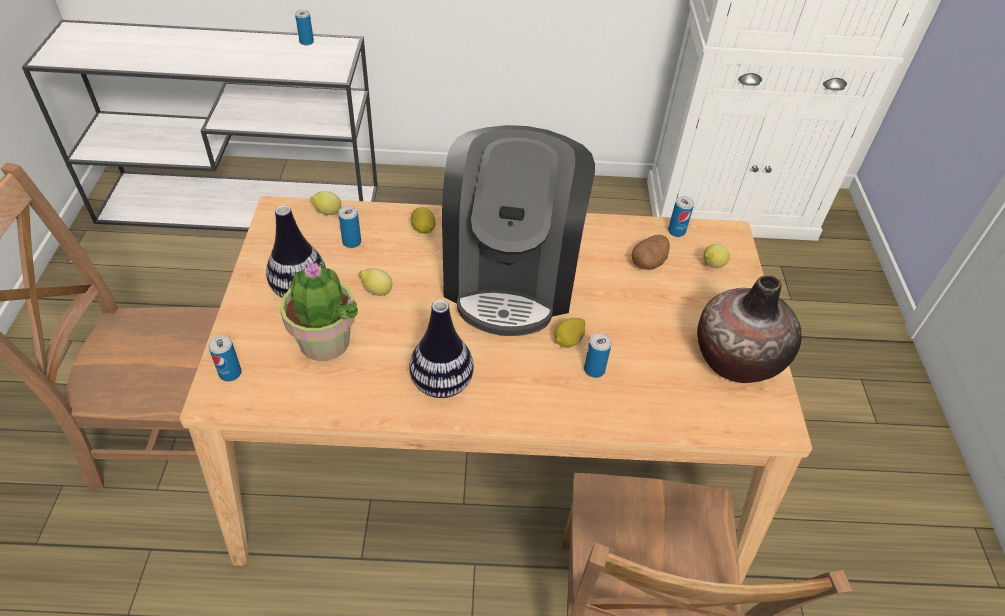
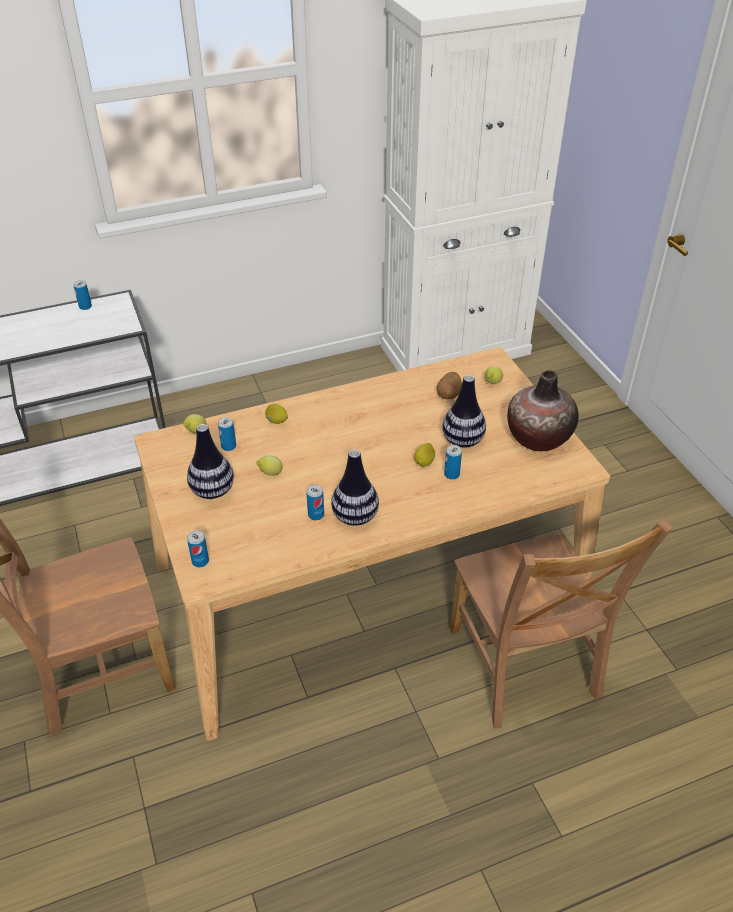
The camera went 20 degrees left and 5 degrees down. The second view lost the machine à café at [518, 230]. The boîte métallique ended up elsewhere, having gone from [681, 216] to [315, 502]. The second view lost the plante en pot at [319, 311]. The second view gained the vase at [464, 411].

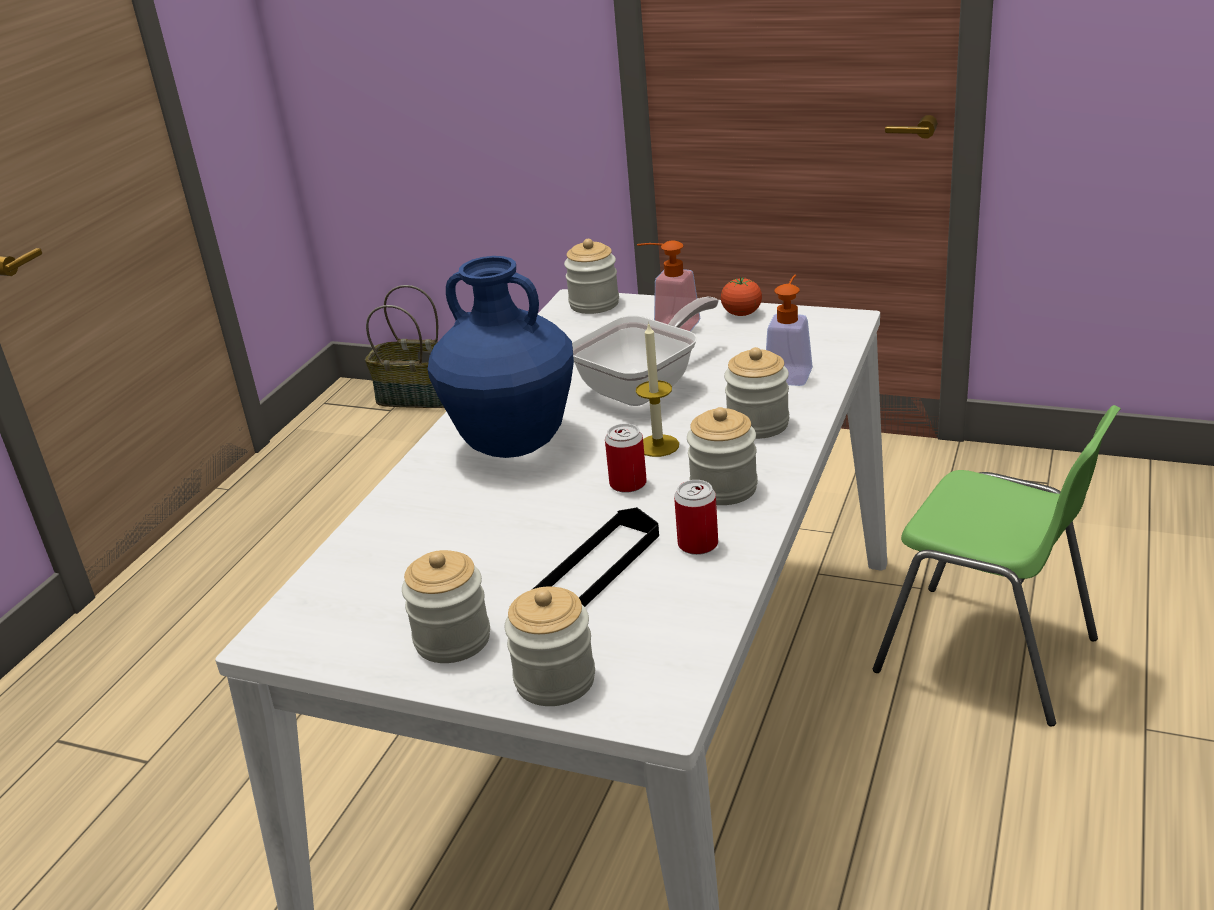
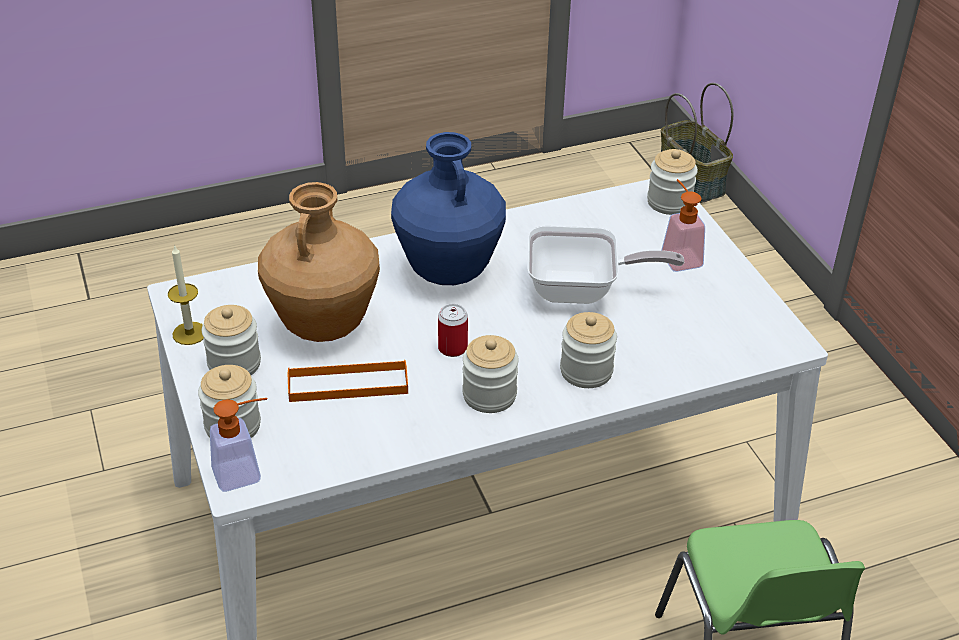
The camera went 45 degrees right and 10 degrees up. The distributeur de savon ended up elsewhere, having gone from [789, 330] to [238, 445]. The second view lost the tomate at [741, 296]. The bougie ended up elsewhere, having gone from [657, 389] to [186, 294]. The second view lost the boîte métallique at [696, 517]. What was the plateau/noir at [596, 557] turned into the plateau/orange at [348, 381]. The second view gained the vase/marron at [319, 262].

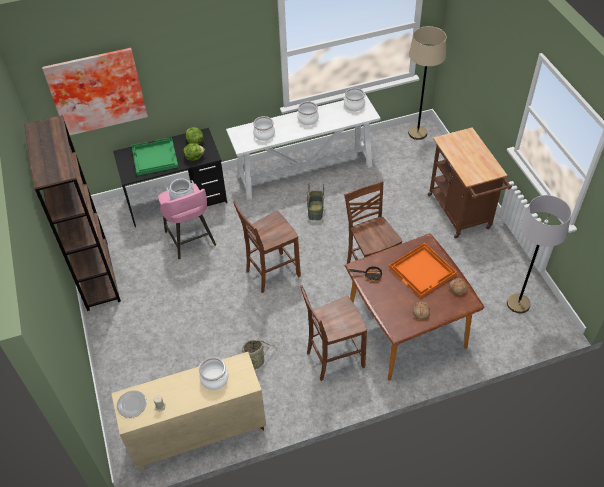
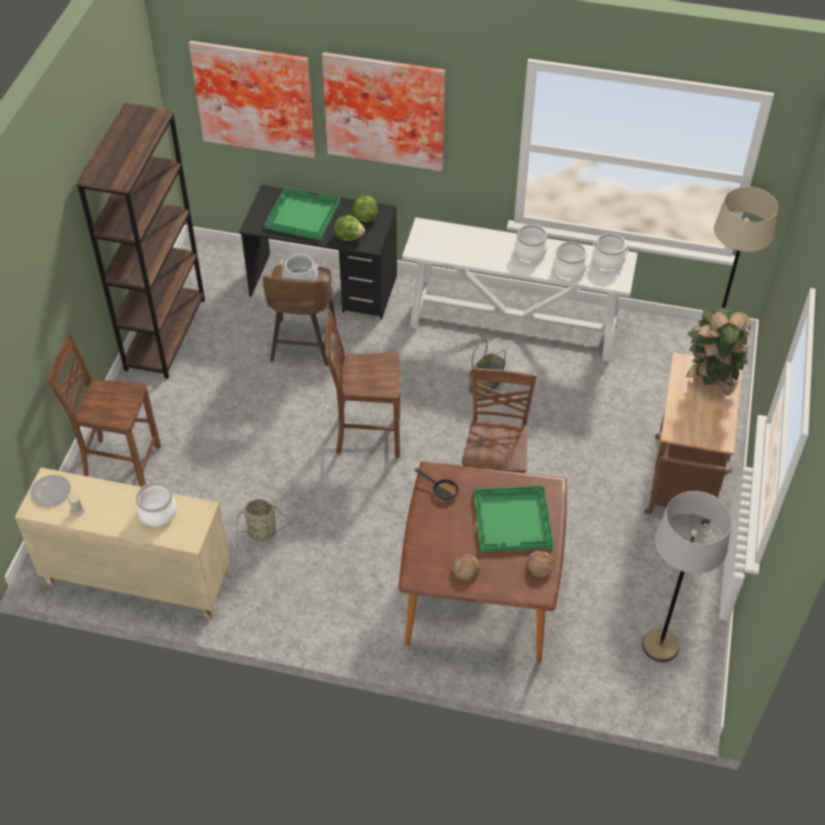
The camera went 30 degrees right and 0 degrees up. The marmite ended up elsewhere, having gone from [264, 128] to [570, 260]. What was the tabouret/rose at [187, 221] turned into the tabouret/marron at [300, 315]. What was the plateau/orange at [423, 270] turned into the plateau/vert at [513, 518]. The chaise/marron ended up elsewhere, having gone from [333, 333] to [104, 410]. The second view gained the tableau at [383, 111]. The second view gained the plante en pot at [718, 351].

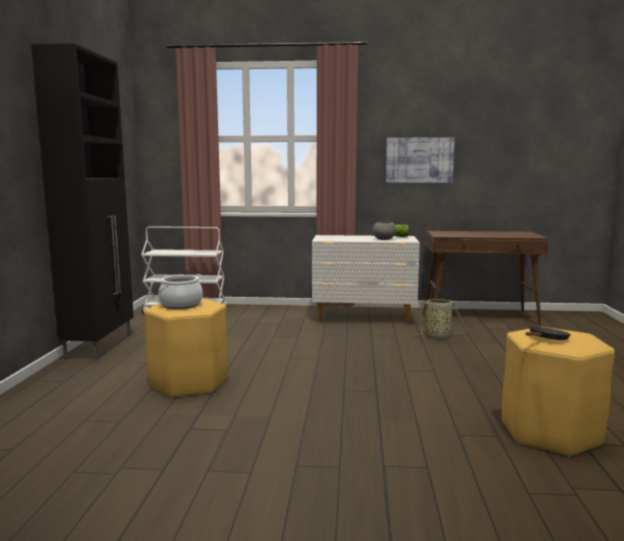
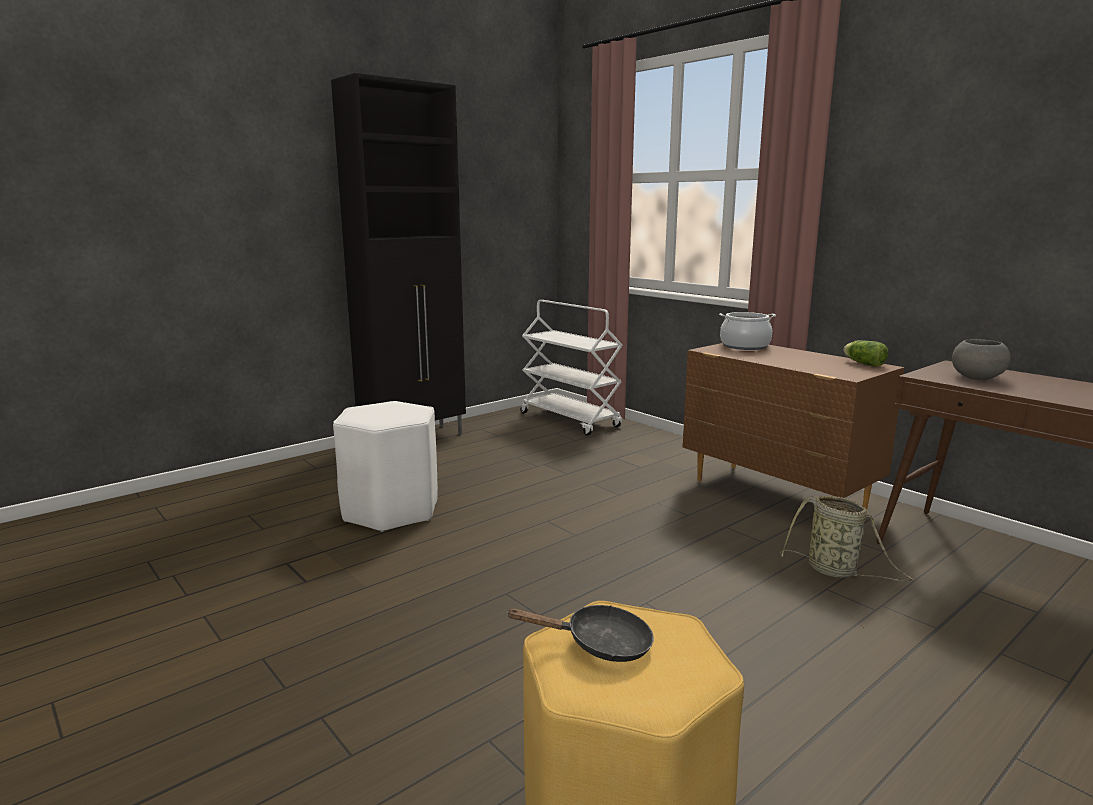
The camera went 45 degrees right and 5 degrees up. The second view lost the tableau at [420, 160]. The bol/gris ended up elsewhere, having gone from [384, 231] to [981, 359]. What was the commode/blanc at [366, 279] turned into the commode/marron at [793, 426]. The marmite ended up elsewhere, having gone from [180, 291] to [747, 331]. What was the tabouret/jaune at [186, 348] turned into the tabouret/blanc at [385, 466].

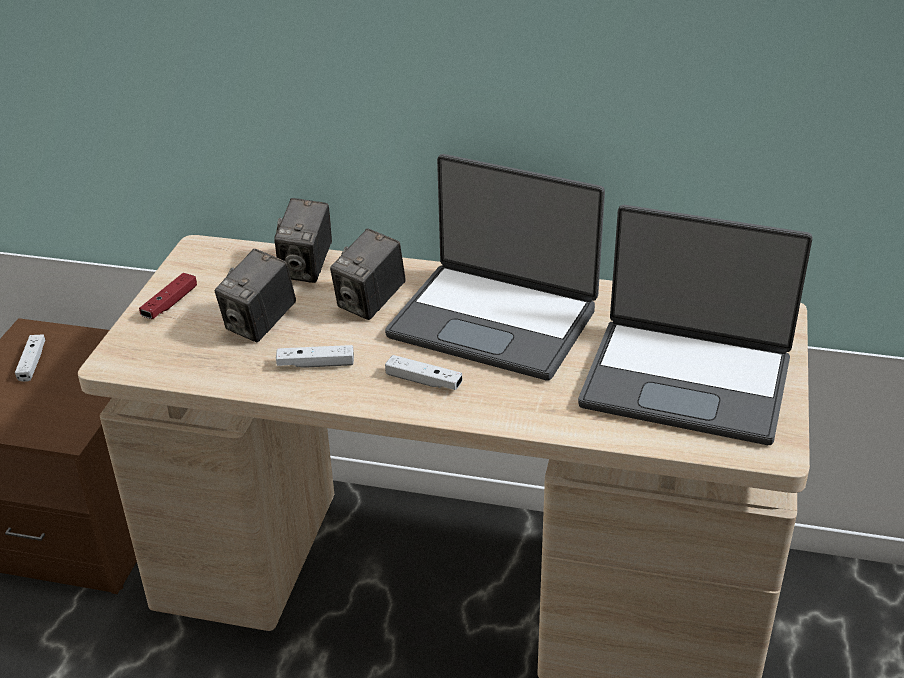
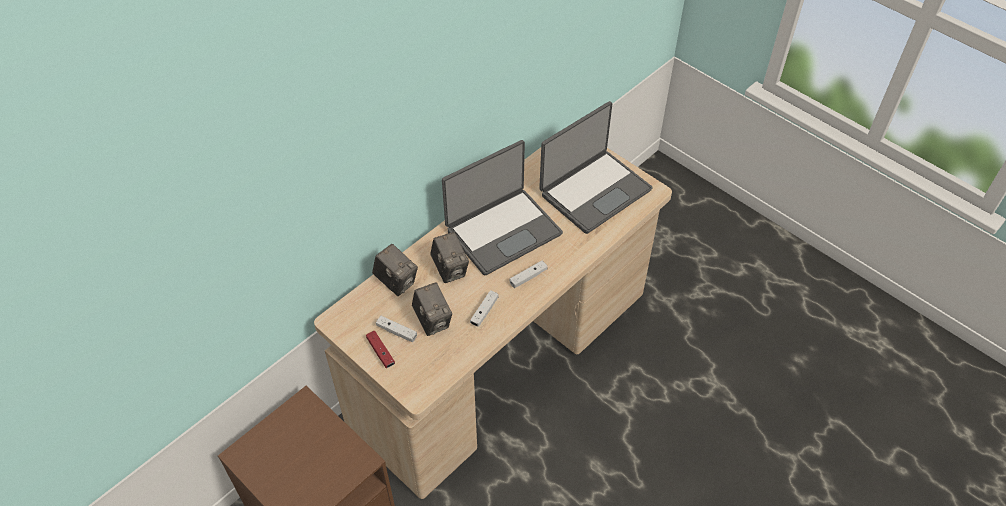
The camera went 60 degrees left and 15 degrees up. The manette/blanc ended up elsewhere, having gone from [30, 358] to [396, 329].

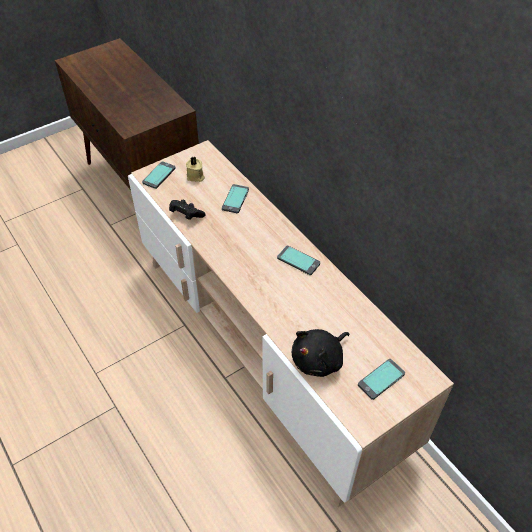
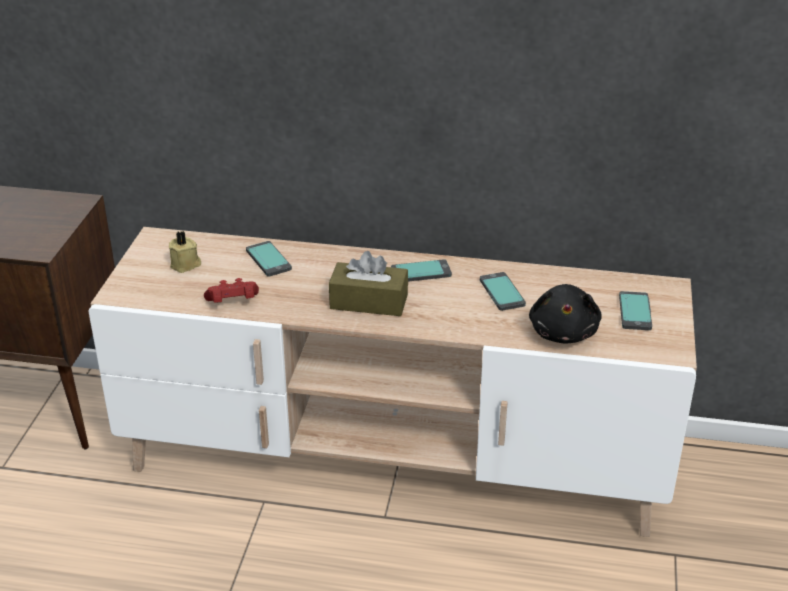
The camera went 45 degrees left and 15 degrees down. The téléphone ended up elsewhere, having gone from [159, 175] to [503, 291]. What was the manette/noir at [187, 210] turned into the manette/rouge at [231, 290]. The second view gained the boîte à mouchoirs/marron at [368, 283].

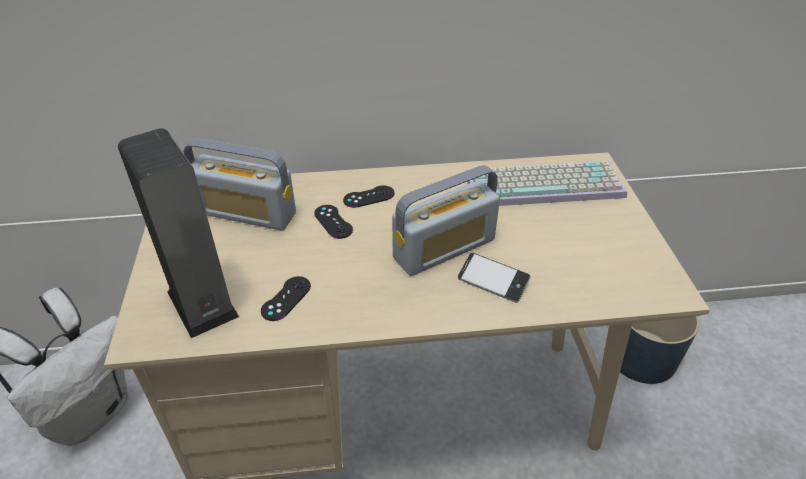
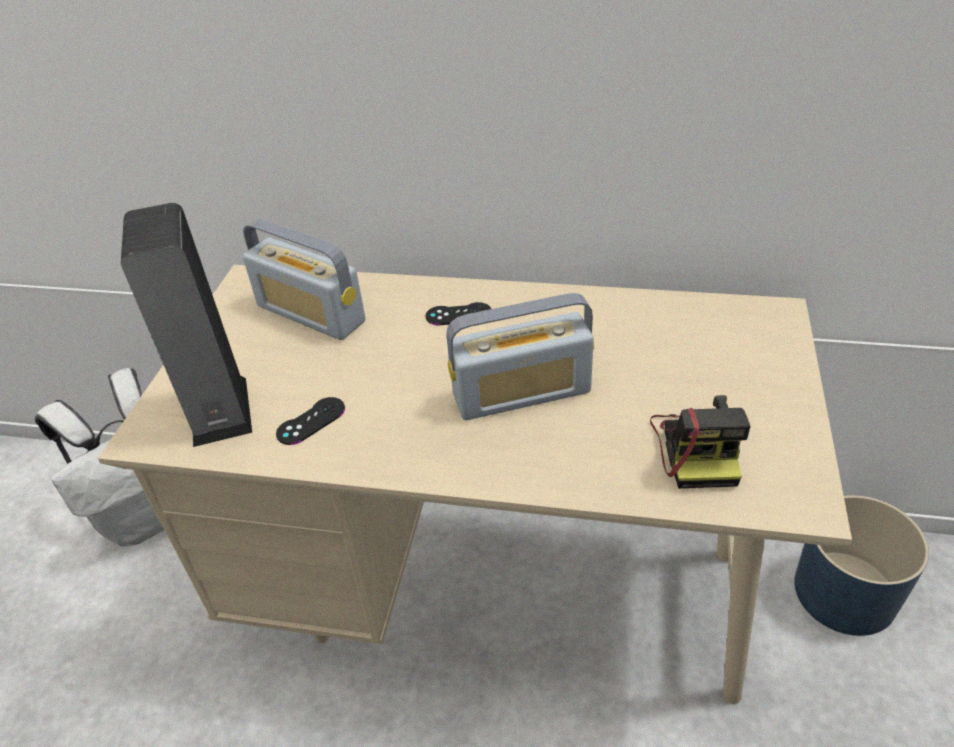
The camera went 20 degrees right and 0 degrees up. The second view lost the clavier at [546, 183]. The second view lost the manette/noir at [333, 222]. The second view lost the téléphone at [494, 277]. The second view gained the appareil photo at [700, 441].

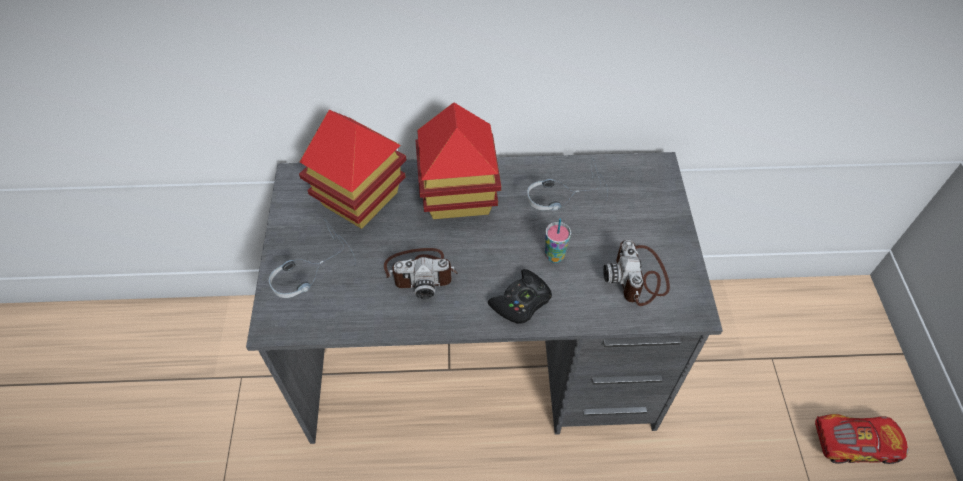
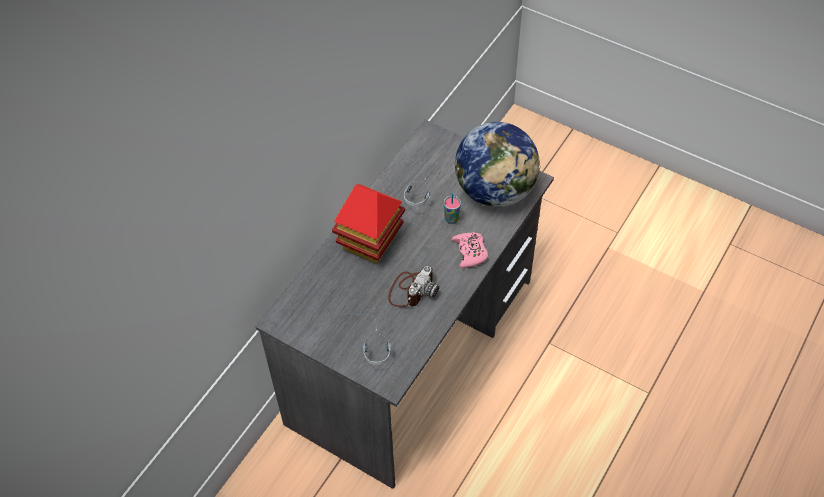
The camera went 55 degrees left and 0 degrees up. The second view lost the maison miniature at [353, 169]. Where the appareil photo stood at [636, 273], the globe came to stand at [498, 164]. What was the manette/noir at [520, 296] turned into the manette/rose at [469, 250]. The second view lost the petite voiture at [861, 439].

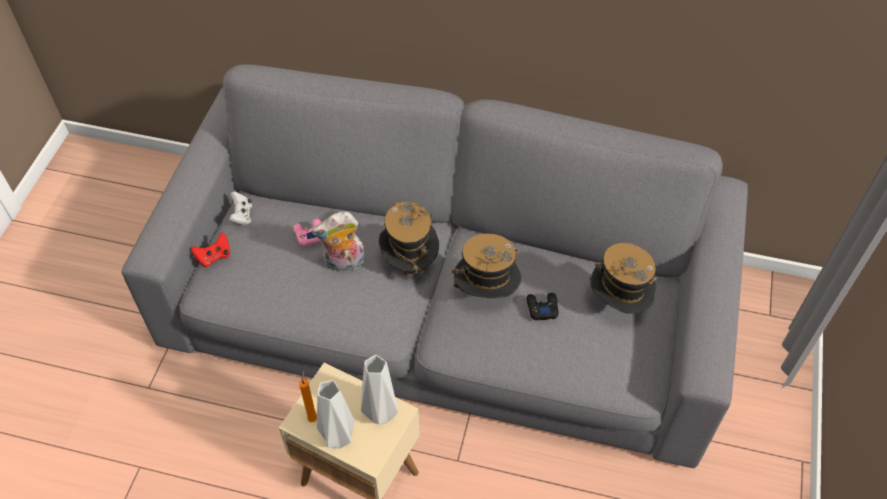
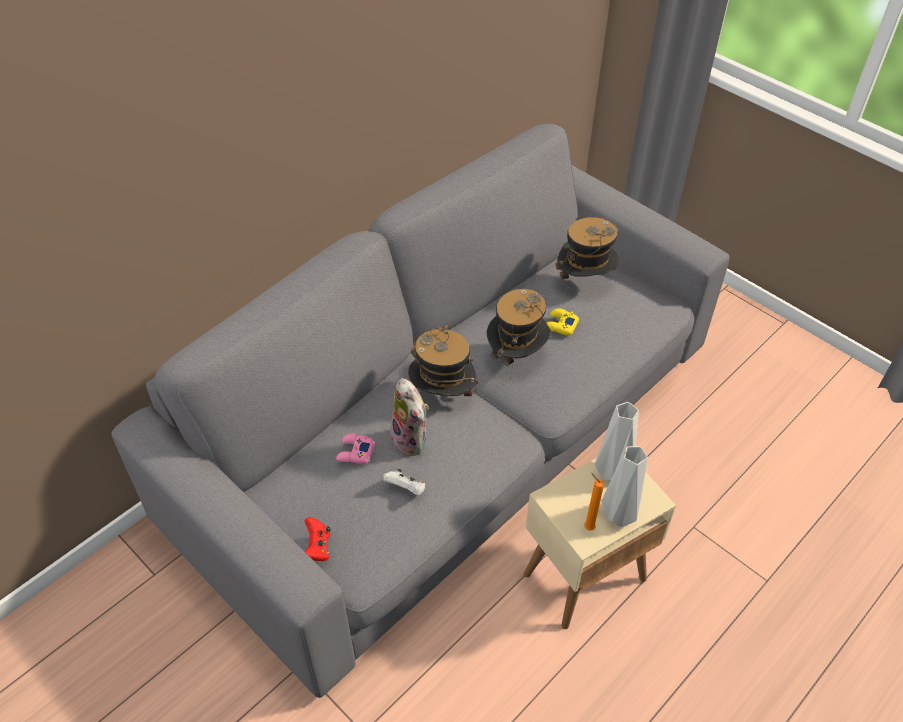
The camera went 60 degrees left and 5 degrees down. The manette/blanc ended up elsewhere, having gone from [240, 208] to [403, 482]. The peluche at [338, 241] ended up facing another way, 45 degrees counterclockwise from before. What was the manette/noir at [542, 307] turned into the manette/jaune at [563, 321].

